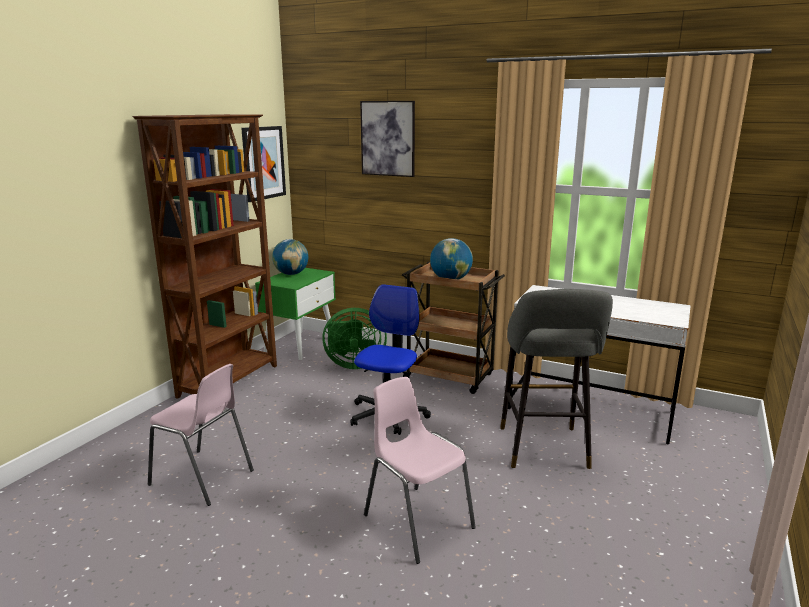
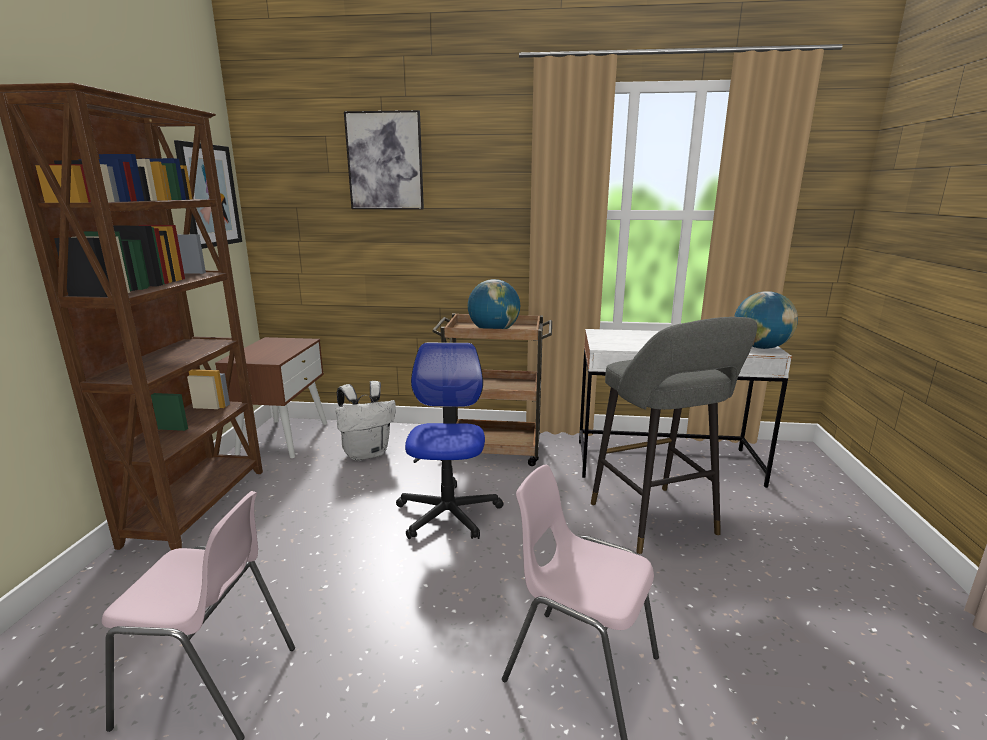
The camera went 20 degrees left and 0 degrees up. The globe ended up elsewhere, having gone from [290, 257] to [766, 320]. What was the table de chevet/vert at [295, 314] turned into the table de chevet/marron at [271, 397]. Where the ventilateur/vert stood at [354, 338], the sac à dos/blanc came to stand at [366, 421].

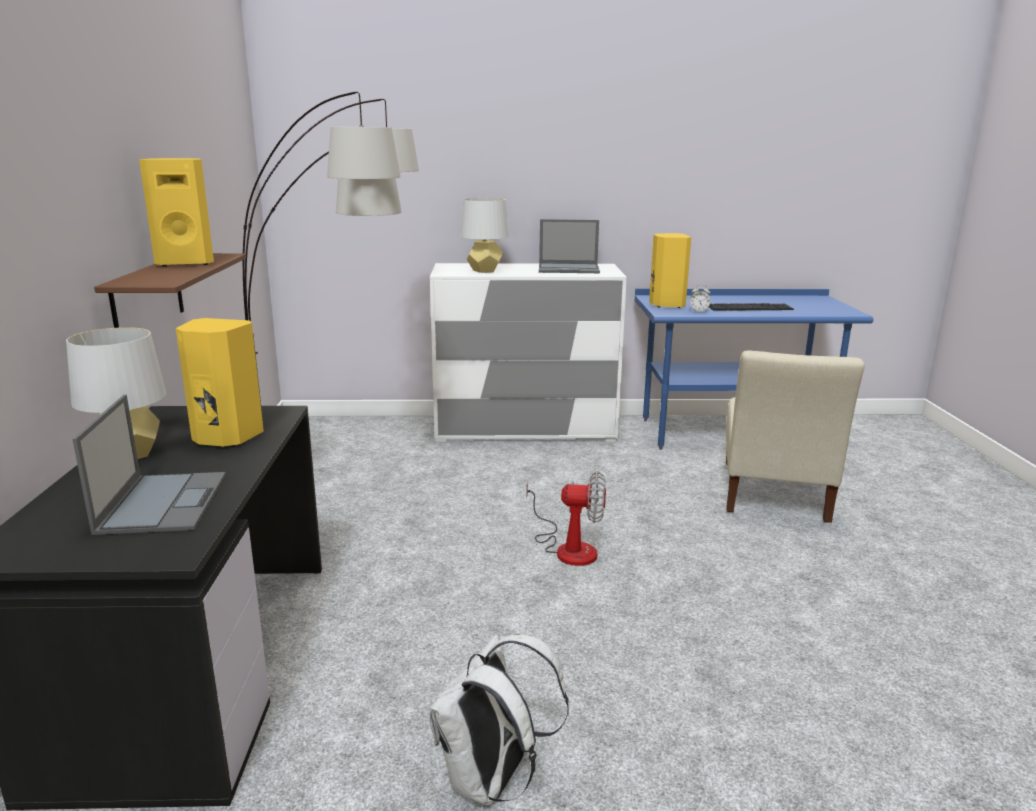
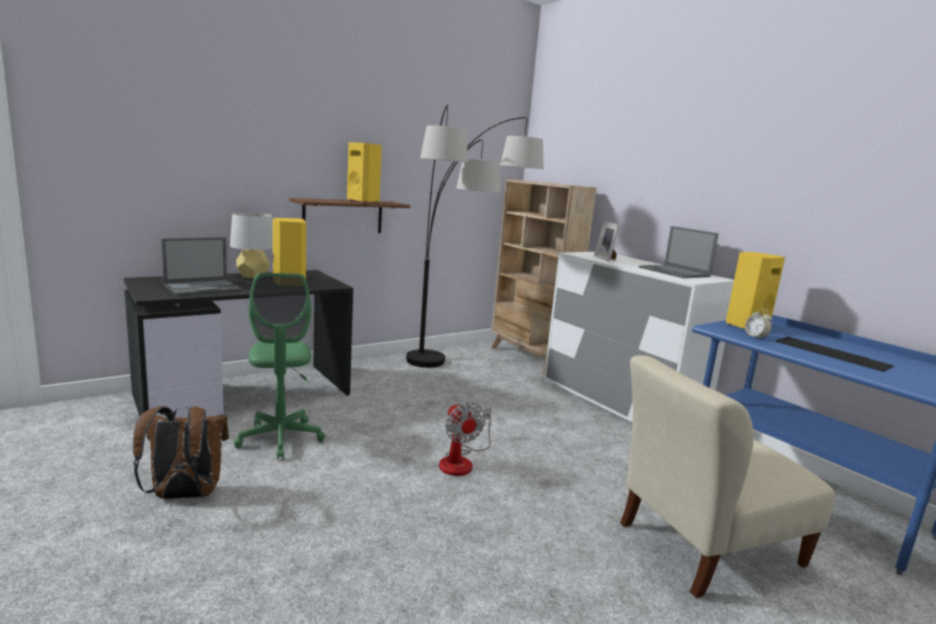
The camera went 55 degrees right and 5 degrees down. Where the lampe de table/gris stood at [485, 235], the cadre photo came to stand at [607, 241]. What was the sac à dos/blanc at [499, 719] turned into the sac à dos/marron at [181, 452]. The second view gained the bibliothèque/beige at [544, 276]. The second view gained the chaise de bureau/vert at [279, 366].

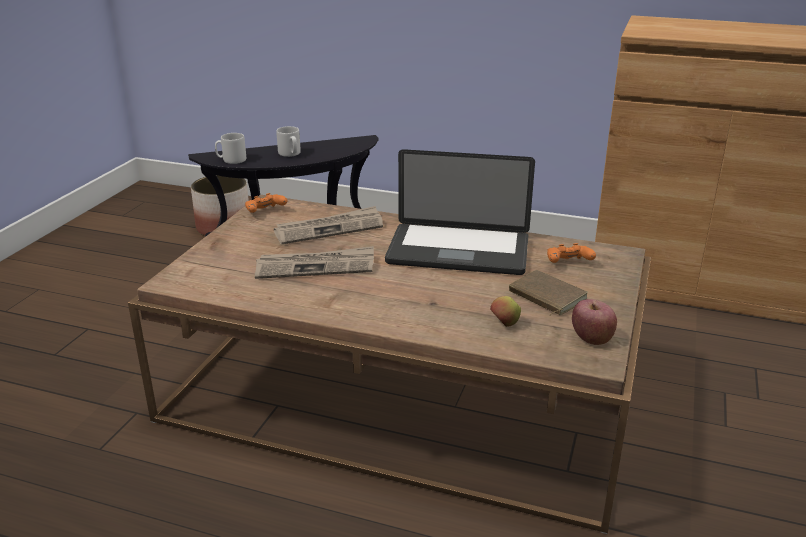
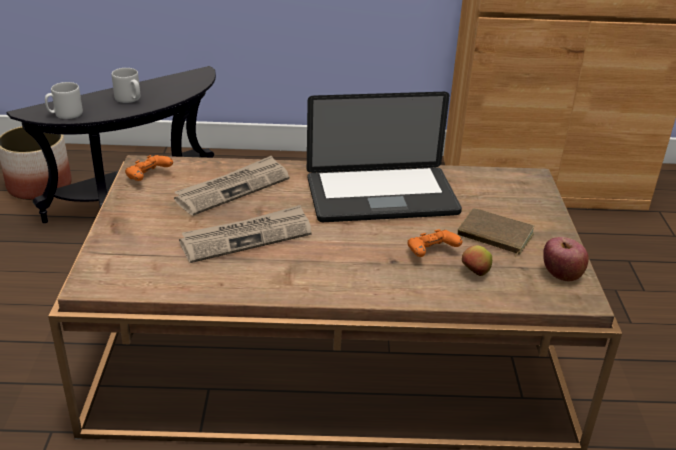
The camera went 20 degrees left and 5 degrees up. The manette/orange ended up elsewhere, having gone from [571, 253] to [435, 243].

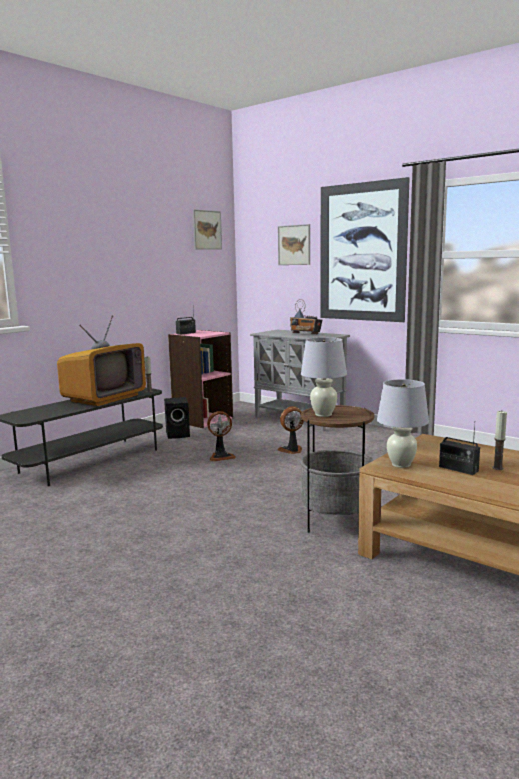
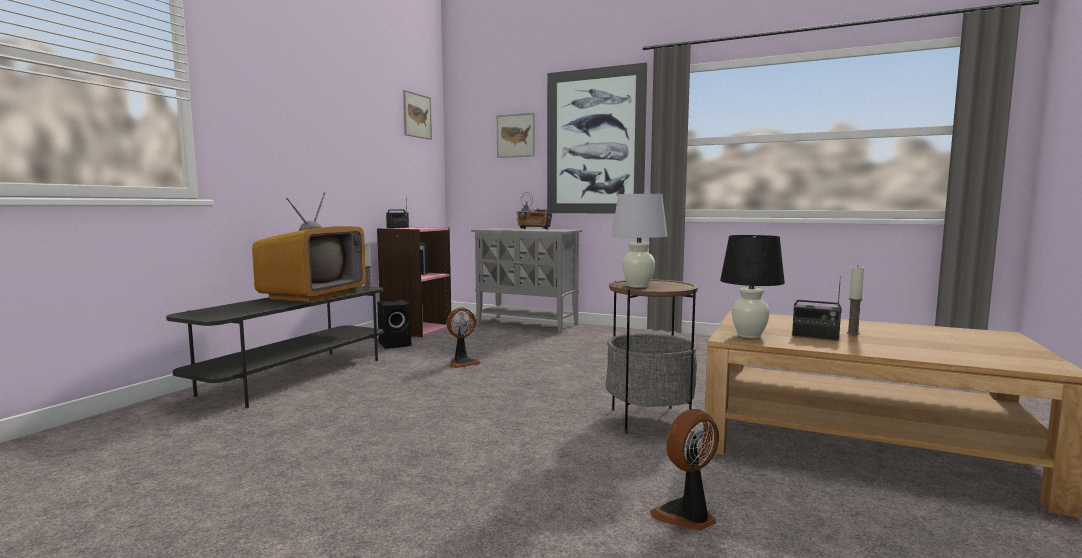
The camera went 15 degrees left and 5 degrees down. What was the lampe de table/blanc at [403, 423] turned into the lampe de table/noir at [752, 286]. The ventilateur ended up elsewhere, having gone from [291, 430] to [684, 470].

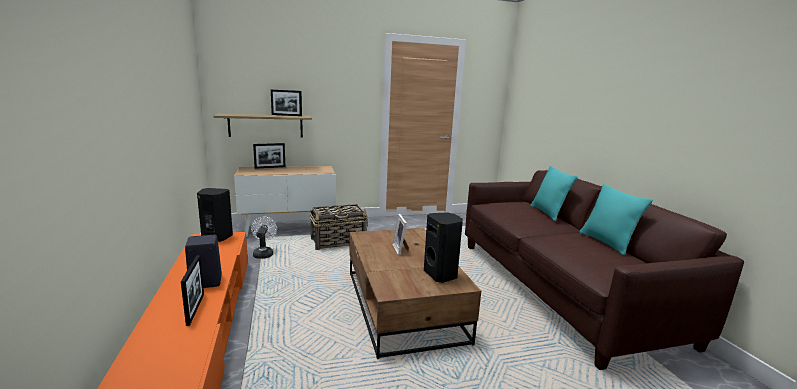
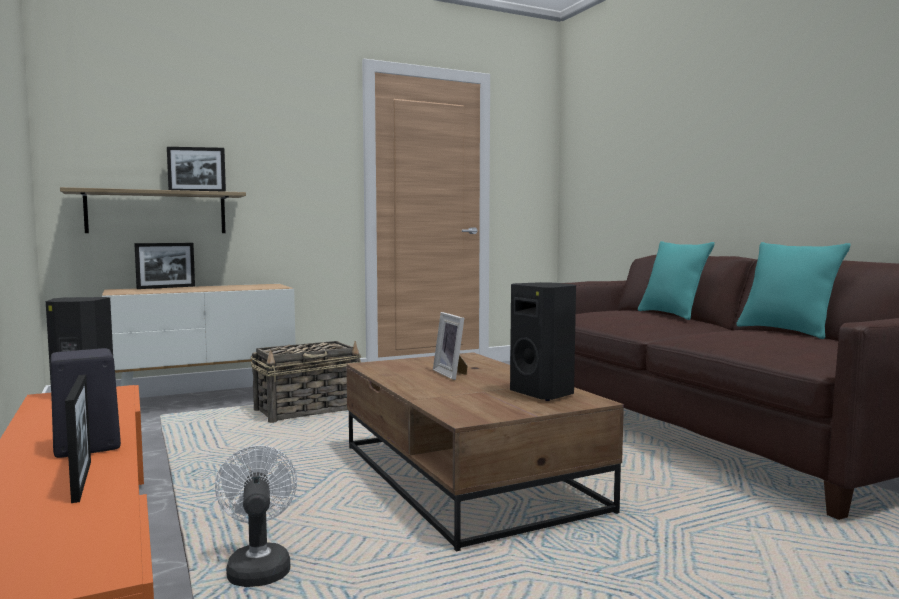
The camera went 10 degrees left and 10 degrees down. The ventilateur/blanc ended up elsewhere, having gone from [264, 238] to [256, 516].

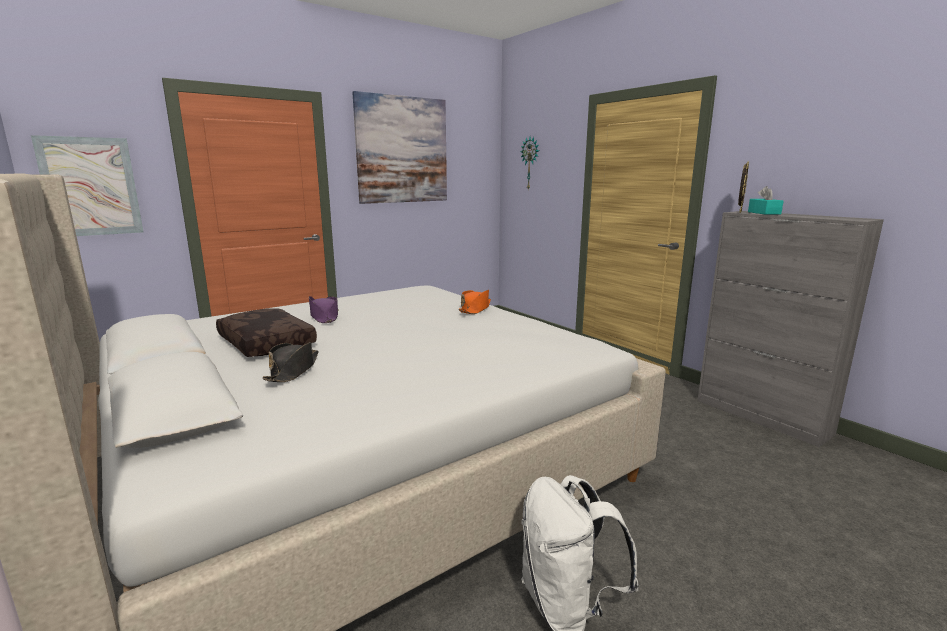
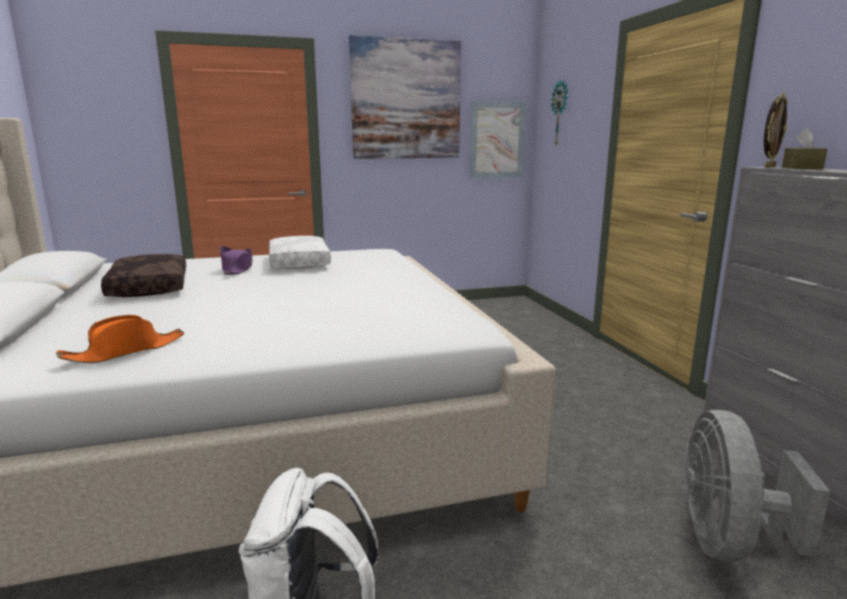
The camera went 20 degrees right and 0 degrees up. The tableau ended up elsewhere, having gone from [87, 185] to [498, 140]. What was the boîte à mouchoirs/turquoise at [765, 200] turned into the boîte à mouchoirs/marron at [804, 149]. The chapeau/orange ended up elsewhere, having gone from [475, 302] to [120, 339]. The second view lost the chapeau/noir at [290, 362]. The second view gained the coussin/blanc at [300, 252]. The second view gained the ventilateur/gris at [757, 486].

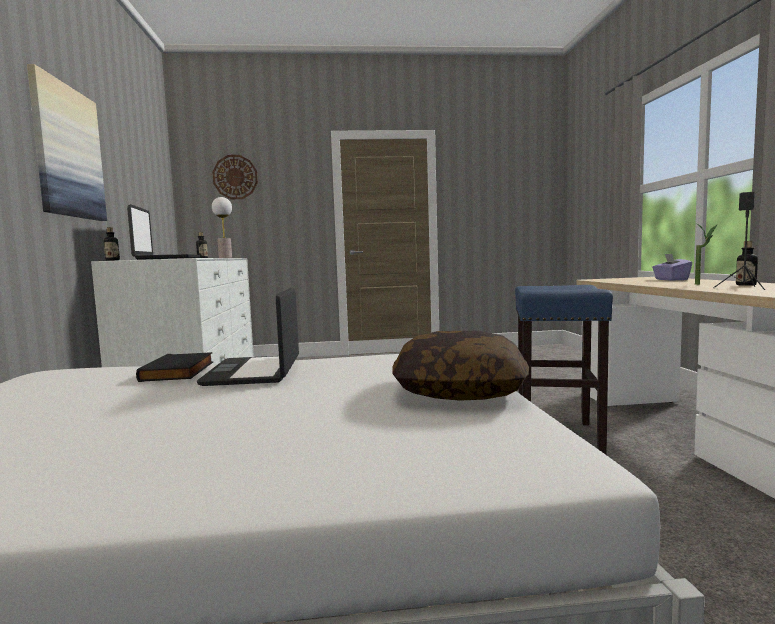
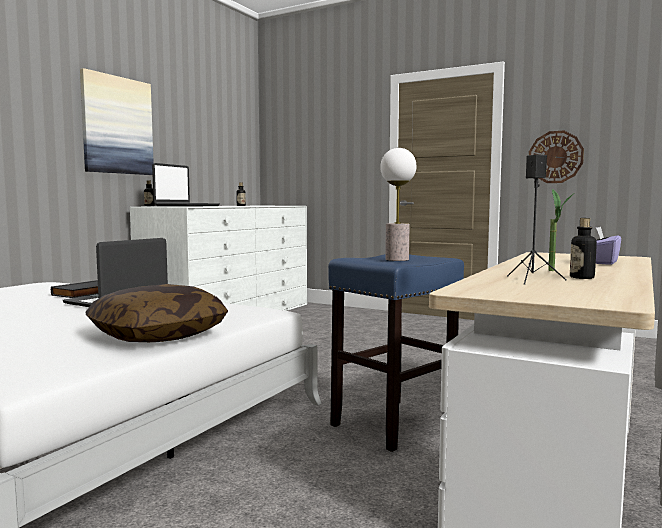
The camera went 35 degrees right and 0 degrees up. The horloge murale ended up elsewhere, having gone from [235, 177] to [556, 157]. The lampe de table ended up elsewhere, having gone from [222, 227] to [398, 204].

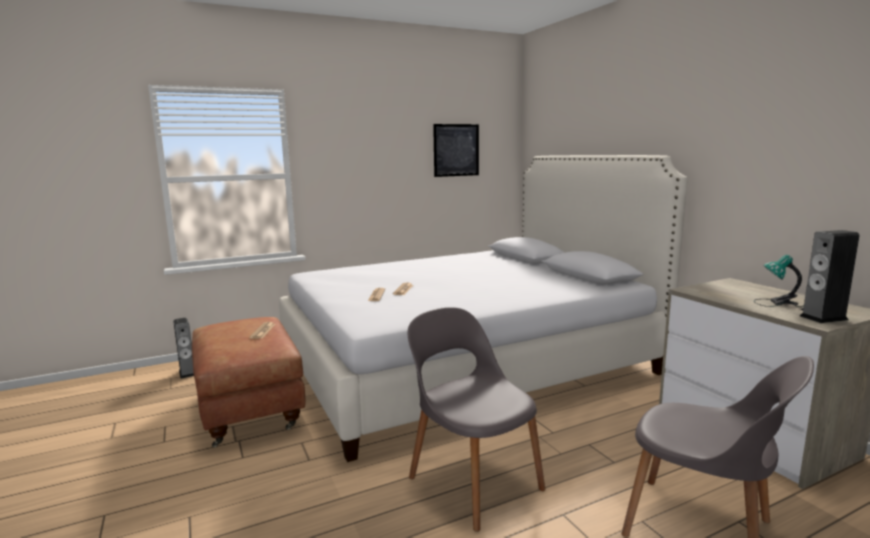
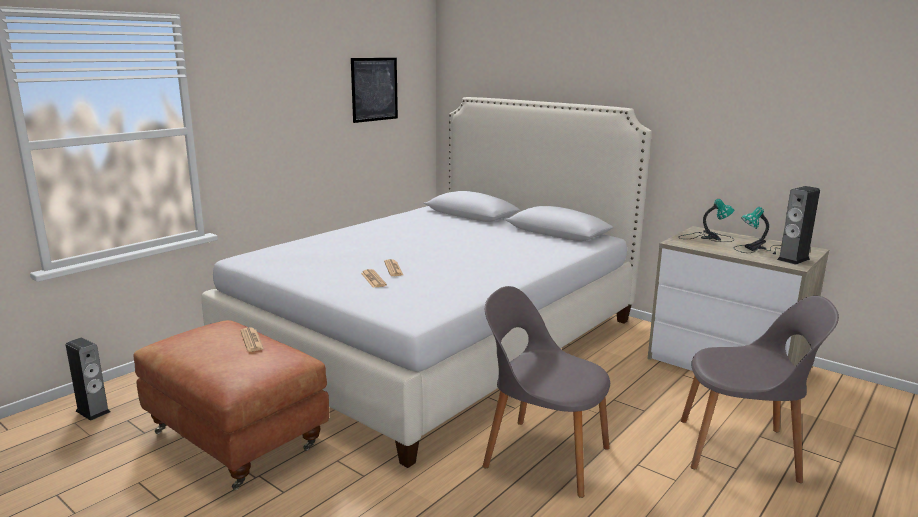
The camera went 25 degrees left and 5 degrees up. The second view gained the lampe de table at [706, 220].

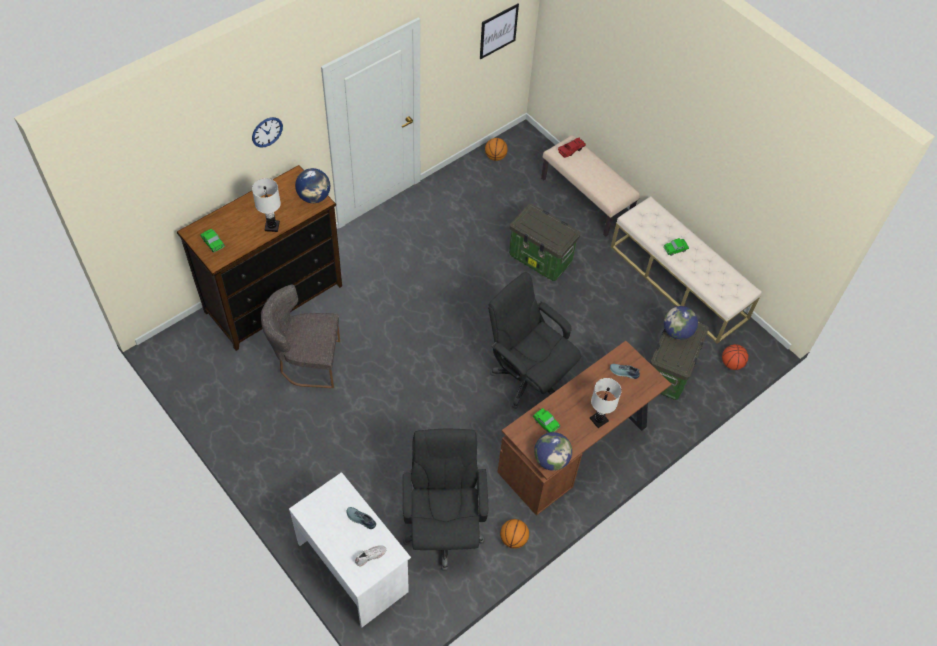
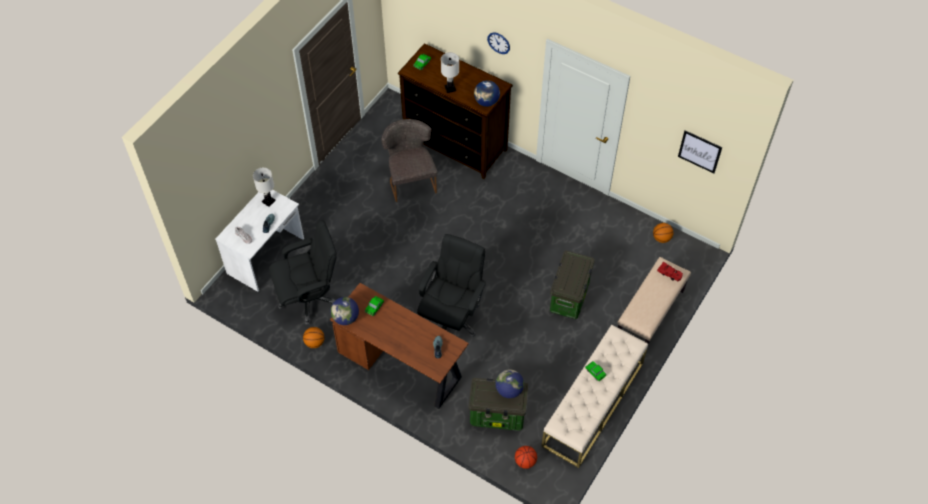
The camera went 75 degrees right and 0 degrees up. The lampe de table/blanc ended up elsewhere, having gone from [605, 403] to [264, 187].

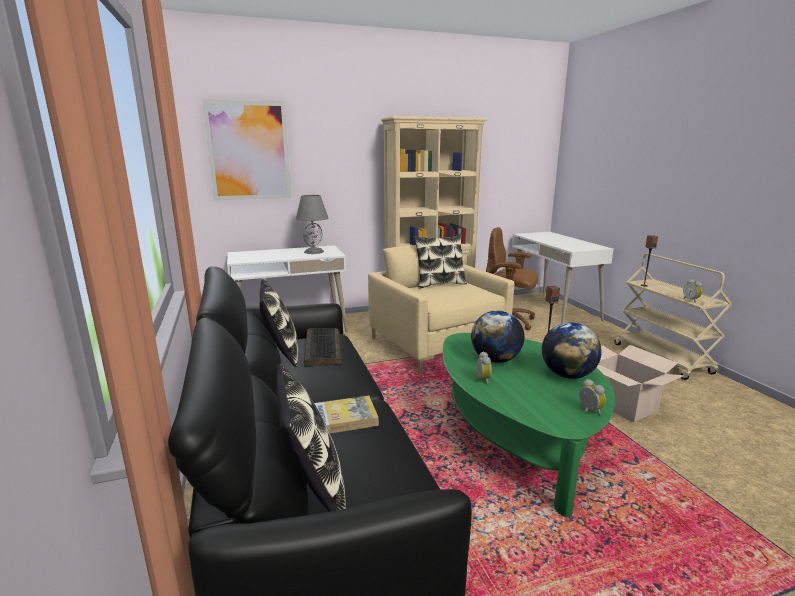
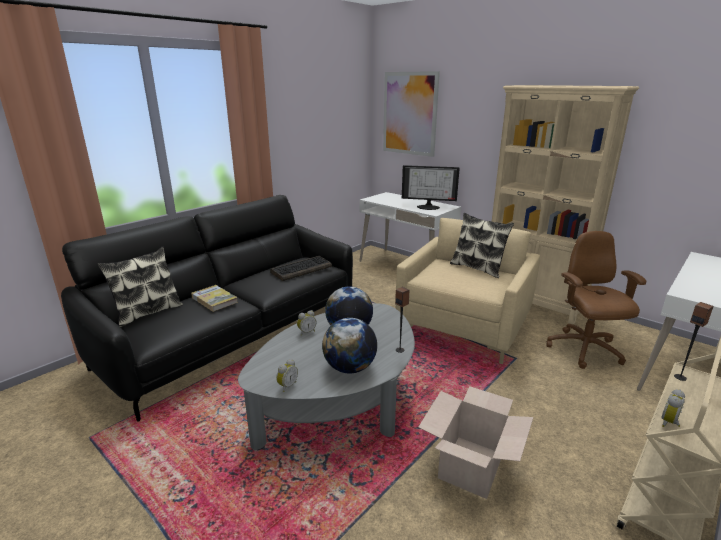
The camera went 60 degrees right and 5 degrees up. Where the lampe de table/gris stood at [312, 224], the écran d'ordinateur came to stand at [431, 187]. The second view lost the coussin at [278, 323]. What was the table basse/vert at [529, 425] turned into the table basse/gris at [326, 376].

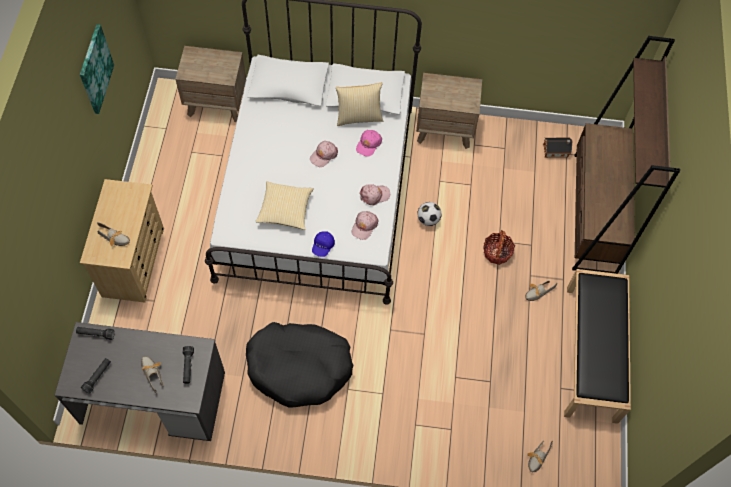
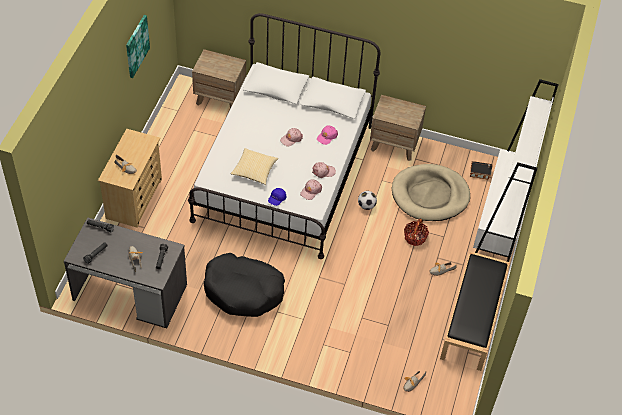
The camera went 10 degrees right and 10 degrees down. What was the bibliothèque/marron at [626, 155] turned into the bibliothèque/blanc at [516, 170]. The second view lost the coussin at [359, 104]. The second view gained the panier pour chien/beige at [431, 192].

